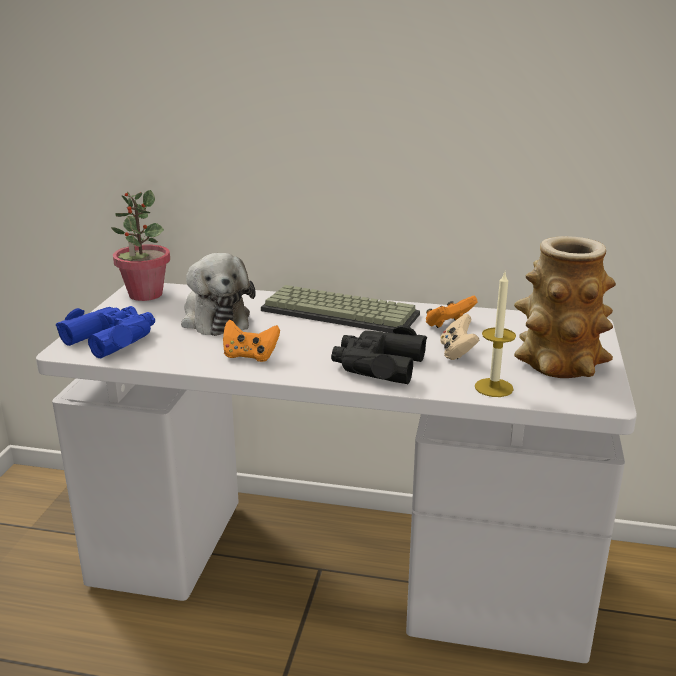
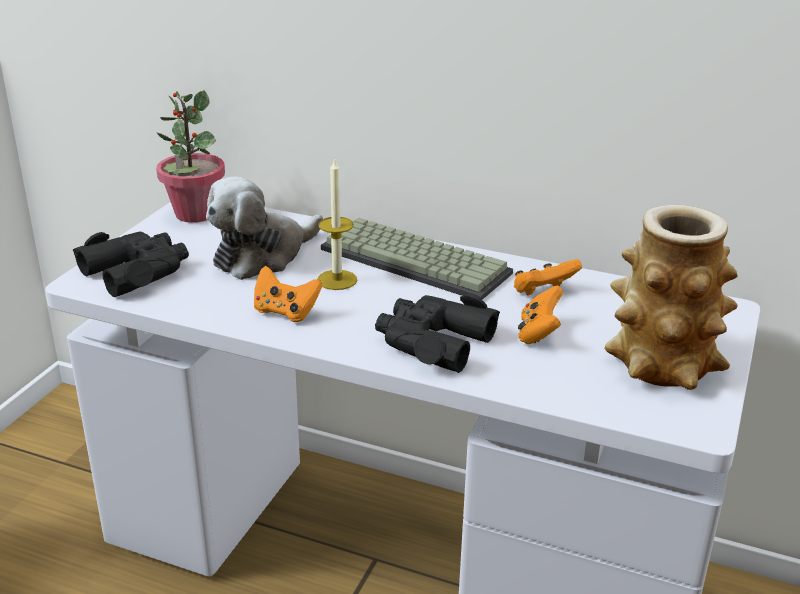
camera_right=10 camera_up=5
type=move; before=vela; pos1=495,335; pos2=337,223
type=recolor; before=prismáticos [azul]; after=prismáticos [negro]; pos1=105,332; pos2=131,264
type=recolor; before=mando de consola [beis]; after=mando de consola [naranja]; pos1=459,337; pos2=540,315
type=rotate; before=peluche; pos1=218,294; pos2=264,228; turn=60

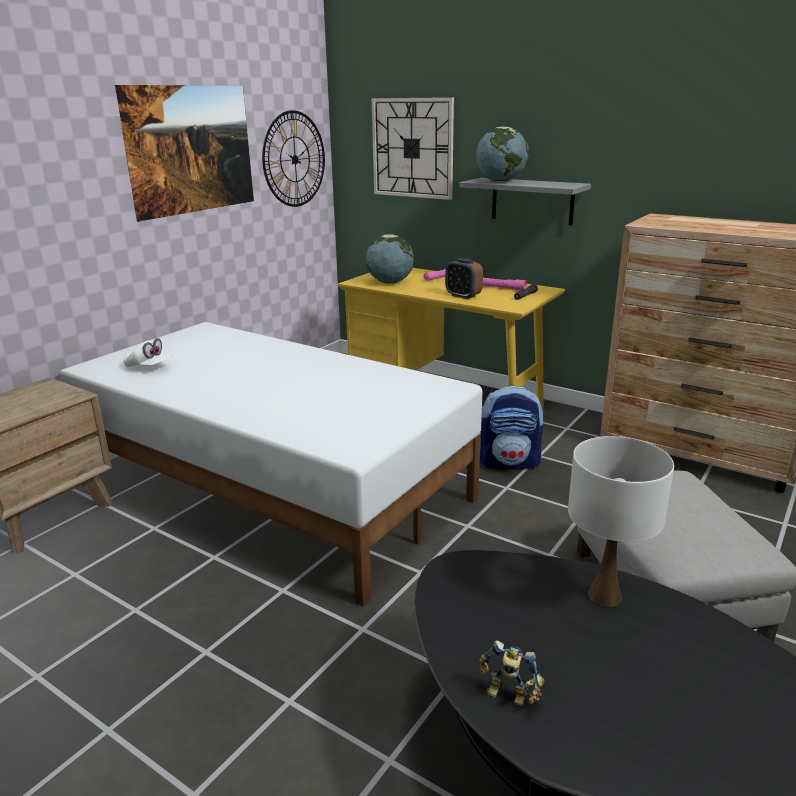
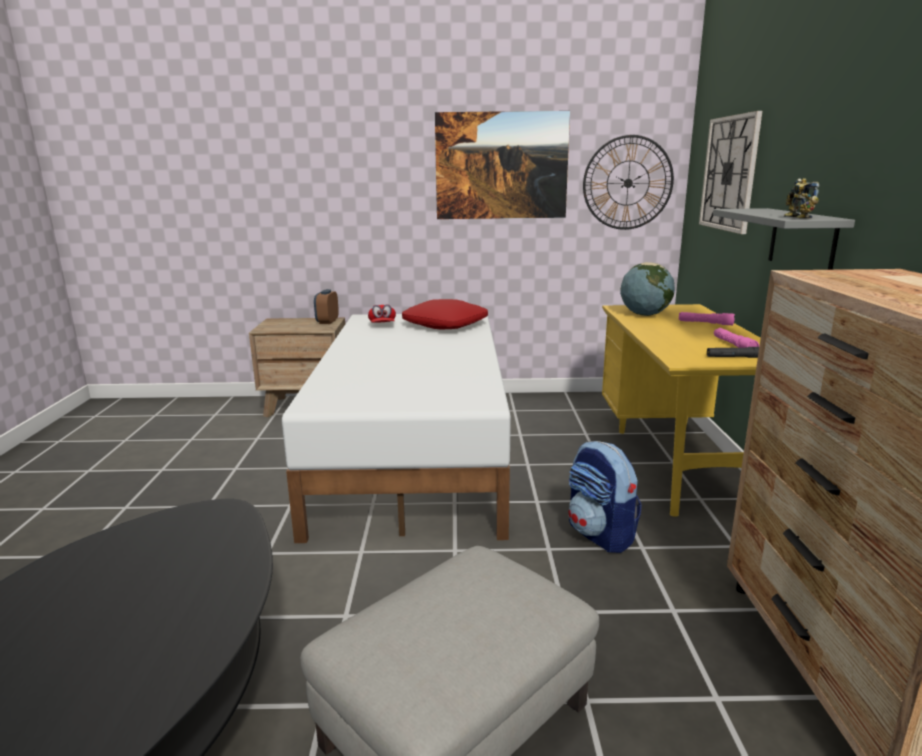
camera_right=55 camera_up=-5
type=delete; before=globo terráqueo; pos1=502,154
type=delete; before=lámpara de mesa [blanco]; pos1=621,521
type=insert; after=cojín [rojo]; pos2=445,314
type=move; before=despertador; pos1=464,278; pos2=326,306
type=move; before=robot de juguete; pos1=511,673; pos2=801,198
type=recolor; before=gorra [blanco]; after=gorra [rojo]; pos1=147,352; pos2=382,313

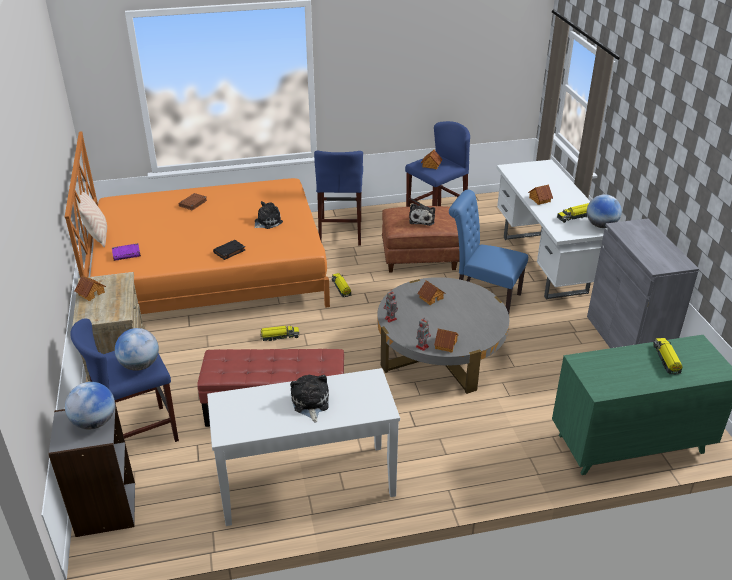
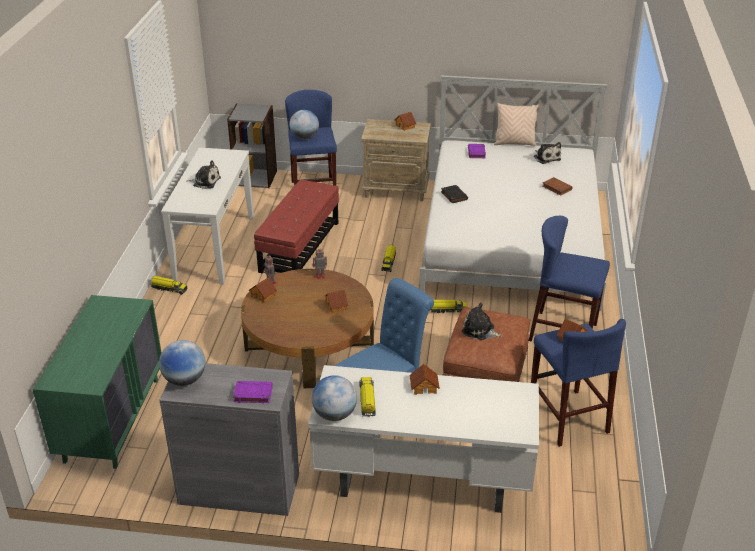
camera_right=110 camera_up=0
type=insert; after=libro [morado]; pos2=253,392
type=move; before=globo terráqueo; pos1=90,406; pos2=182,363
type=move; before=peluche; pos1=269,215; pos2=547,153
type=move; before=camión de juguete; pos1=668,356; pos2=169,285
type=recolor; before=cama [naranja]; after=cama [blanco]; pos1=197,222; pos2=513,193
type=recolor; before=mesa de centro [gris]; after=mesa de centro [marrón]; pos1=443,335; pos2=307,328

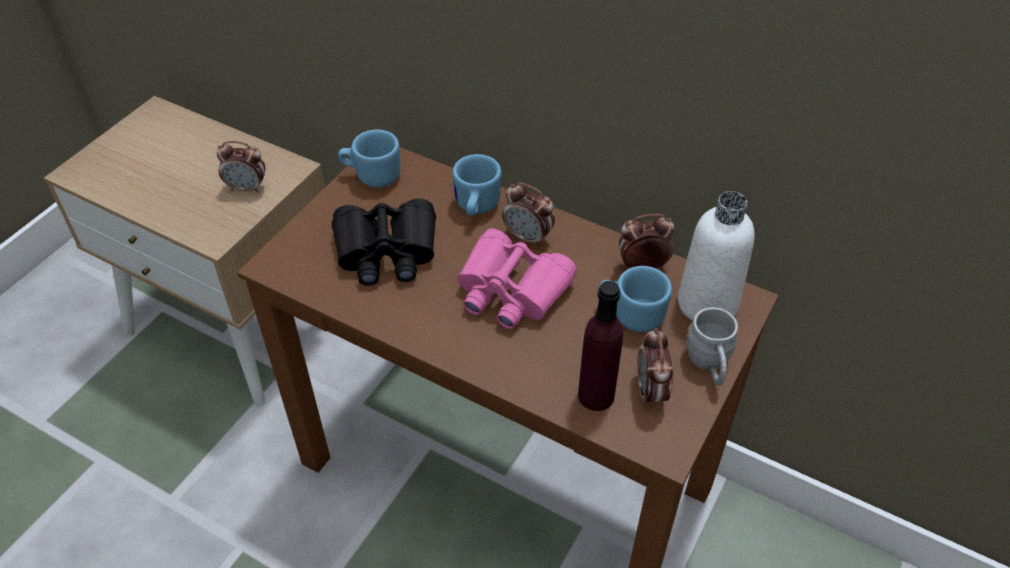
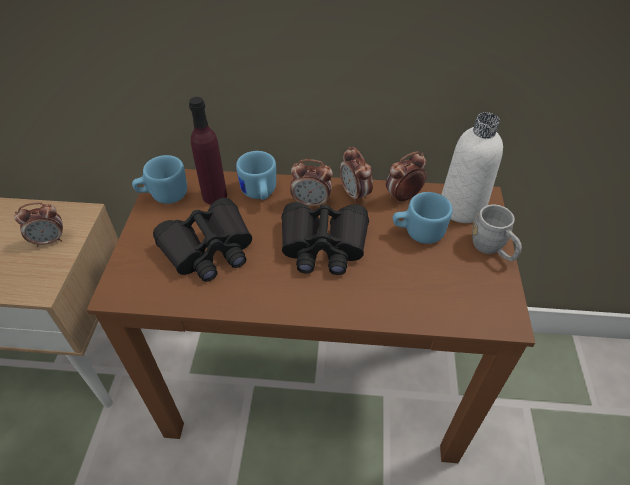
camera_right=-25 camera_up=0
type=move; before=botella [morado]; pos1=600,346; pos2=208,151
type=move; before=despertador; pos1=655,367; pos2=356,175
type=recolor; before=prismáticos [rosa]; after=prismáticos [negro]; pos1=517,279; pos2=325,238

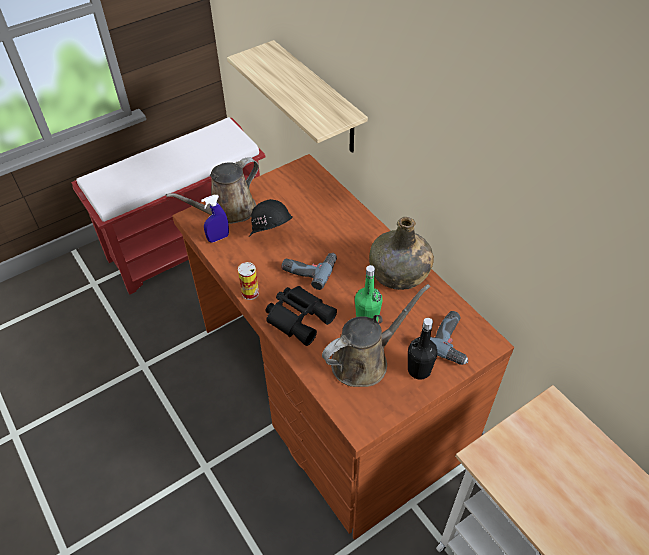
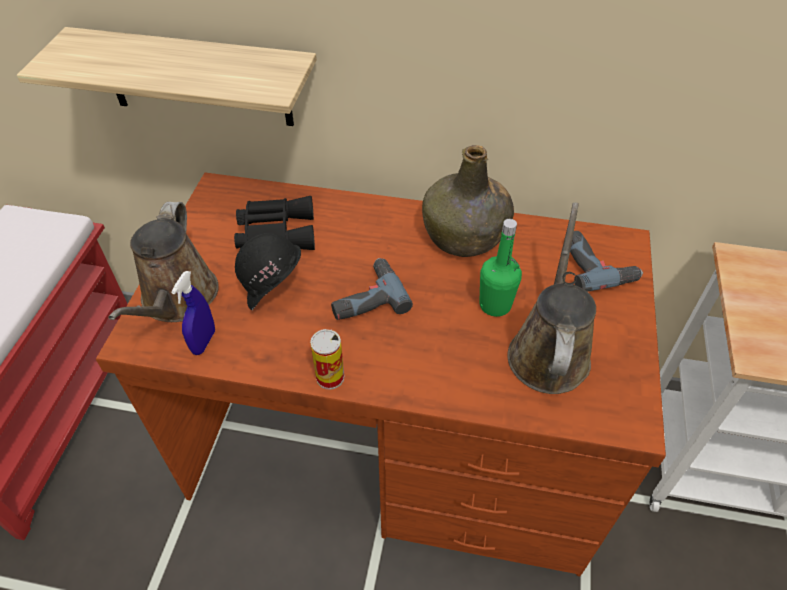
camera_right=-45 camera_up=0
type=delete; before=botella [negro]; pos1=423,349
type=move; before=prismáticos [negro]; pos1=301,316; pos2=274,223

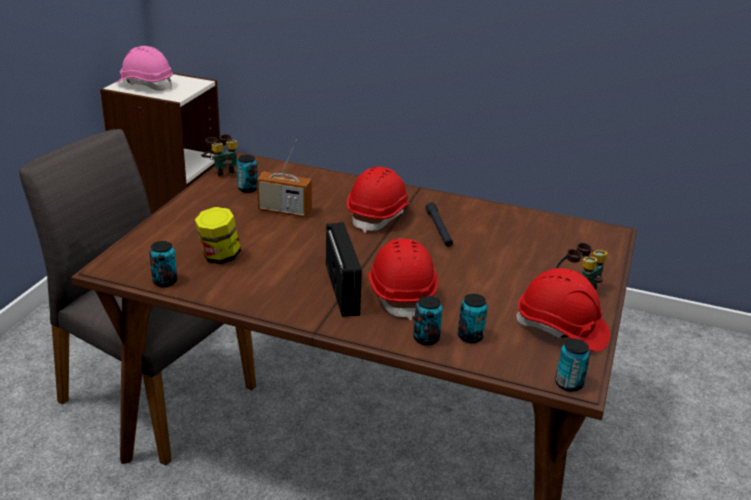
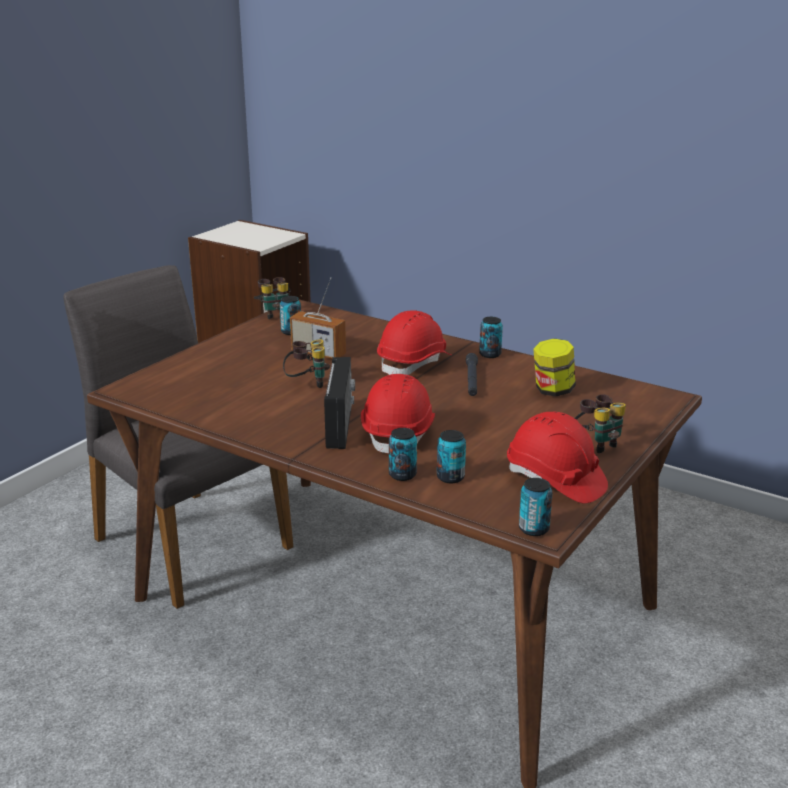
camera_right=15 camera_up=-5
type=delete; before=casco [rosa]; pos1=144,68
type=insert; after=prismáticos; pos2=306,363
type=move; before=lata; pos1=163,264; pos2=491,337
type=move; before=tarro; pos1=218,235; pos2=554,368

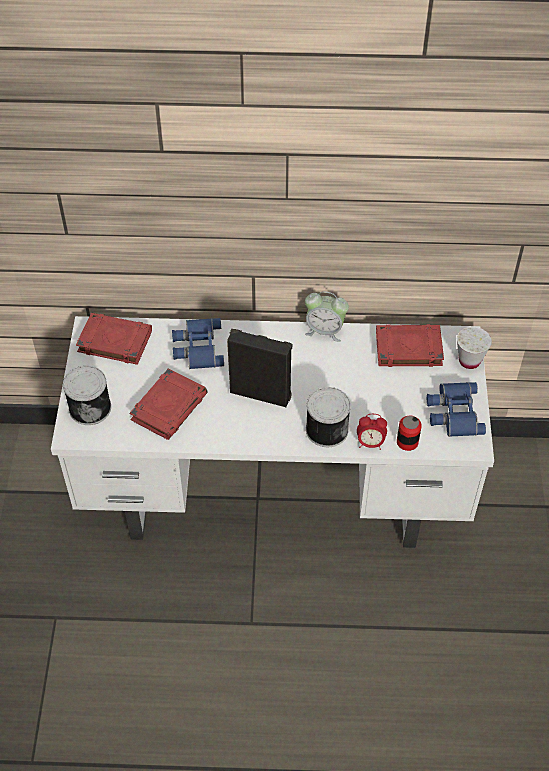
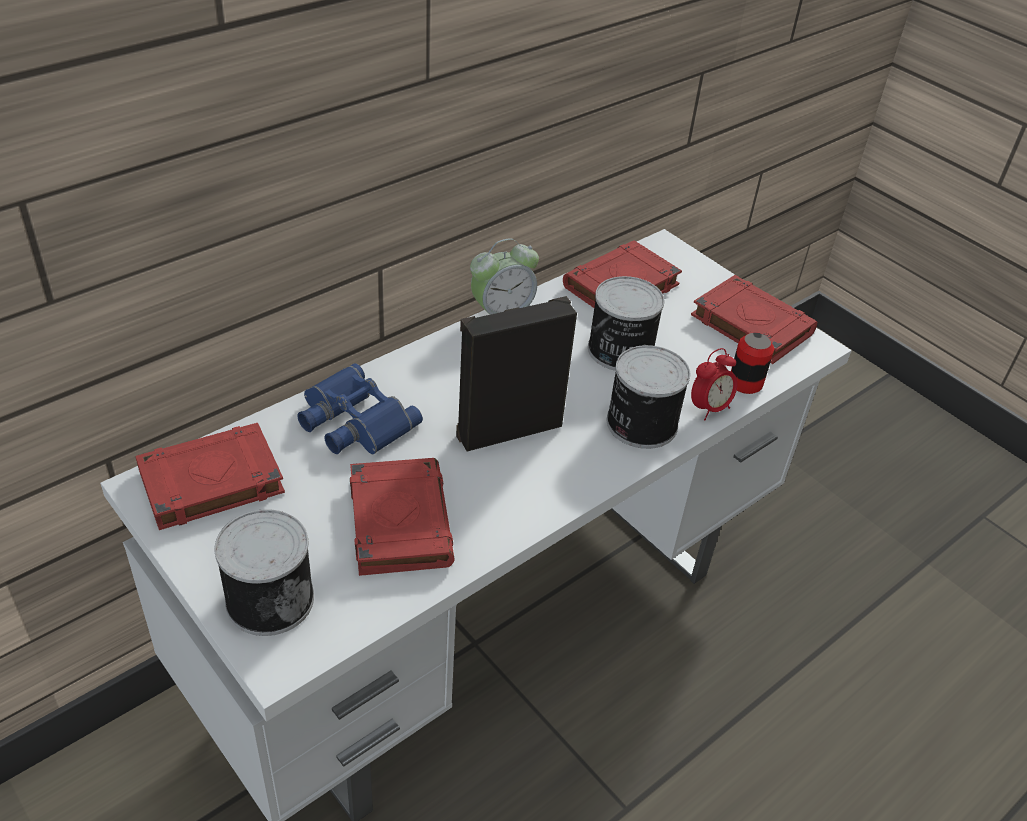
camera_right=-45 camera_up=-10
type=delete; before=taza [blanco]; pos1=474,348
type=insert; after=lata; pos2=626,323
type=replace; before=prismáticos [azul]; after=libro [rojo]; pos1=456,409; pos2=754,319

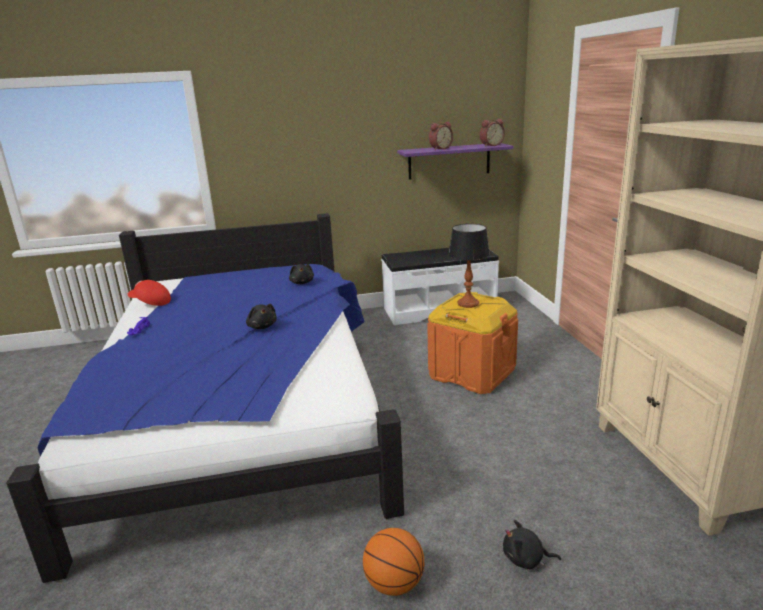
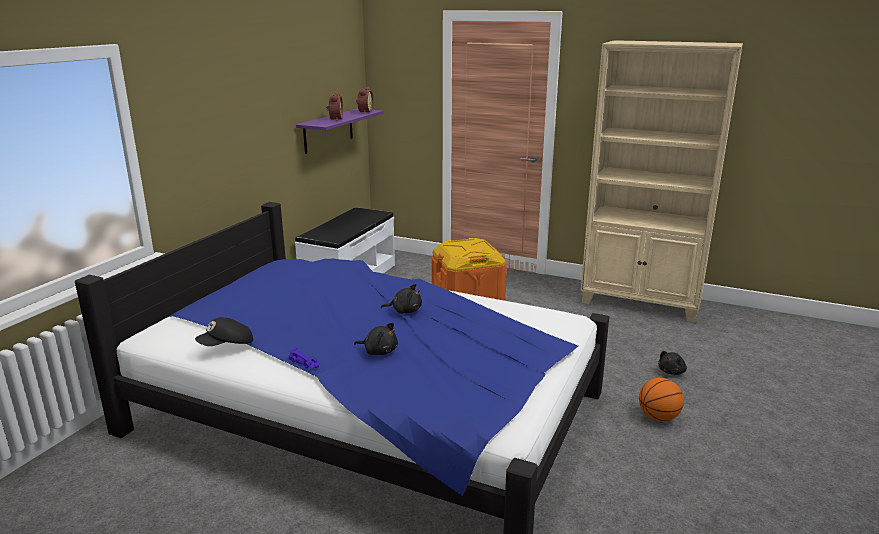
camera_right=-55 camera_up=0
type=delete; before=lámpara de mesa; pos1=469,266
type=move; before=peluche [negro]; pos1=301,274; pos2=376,339
type=recolor; before=gorra [rojo]; after=gorra [negro]; pos1=149,293; pos2=224,331

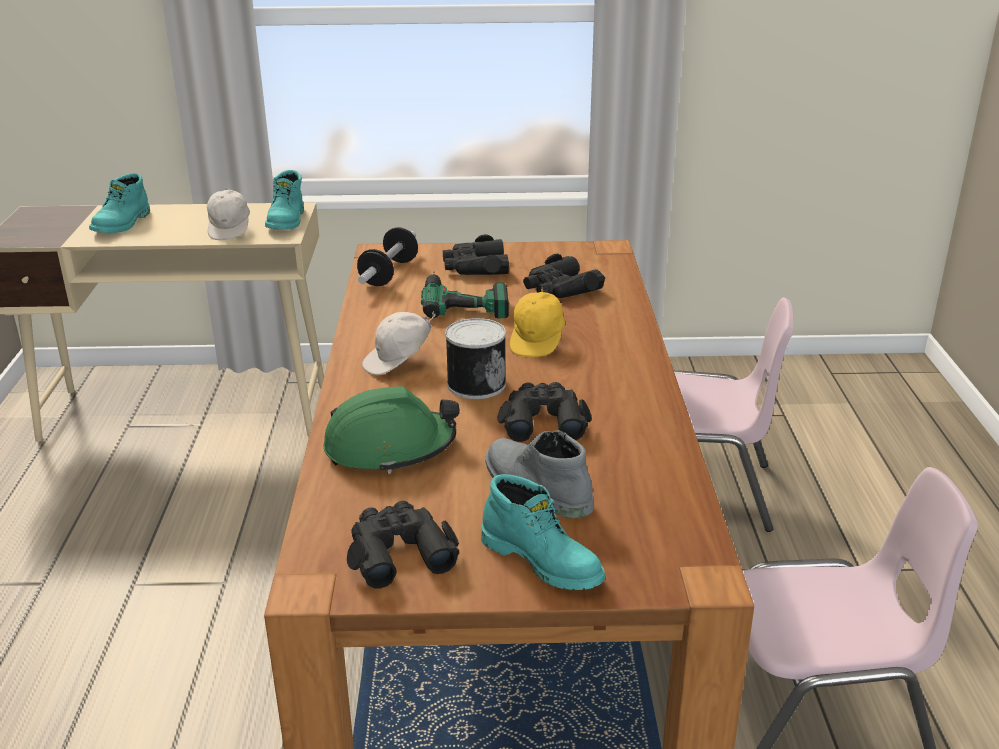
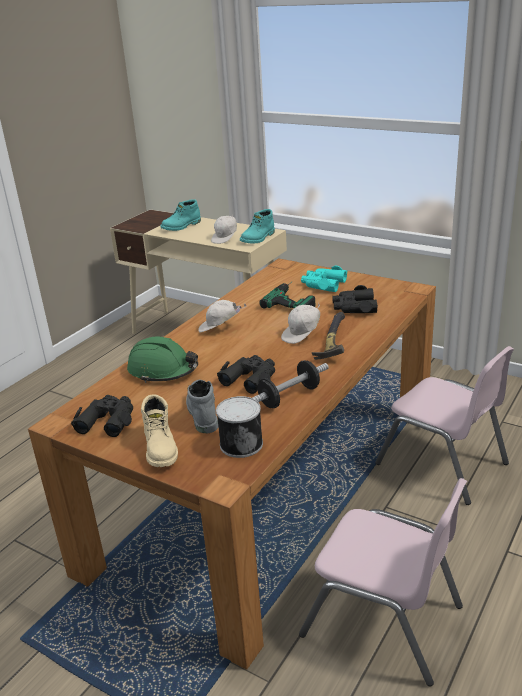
camera_right=35 camera_up=0
type=insert; after=martillo; pos2=328,336
type=move; before=mancuerna; pos1=387,256; pos2=290,384
type=move; before=lata; pos1=475,358; pos2=239,427
type=recolor; before=prismáticos [negro]; after=prismáticos [turquesa]; pos1=476,255; pos2=324,278
type=recolor; before=bota [turquesa]; after=bota [beis]; pos1=543,532; pos2=159,430
type=recolor; before=gorra [amarillo]; after=gorra [blanco]; pos1=537,322; pos2=300,323

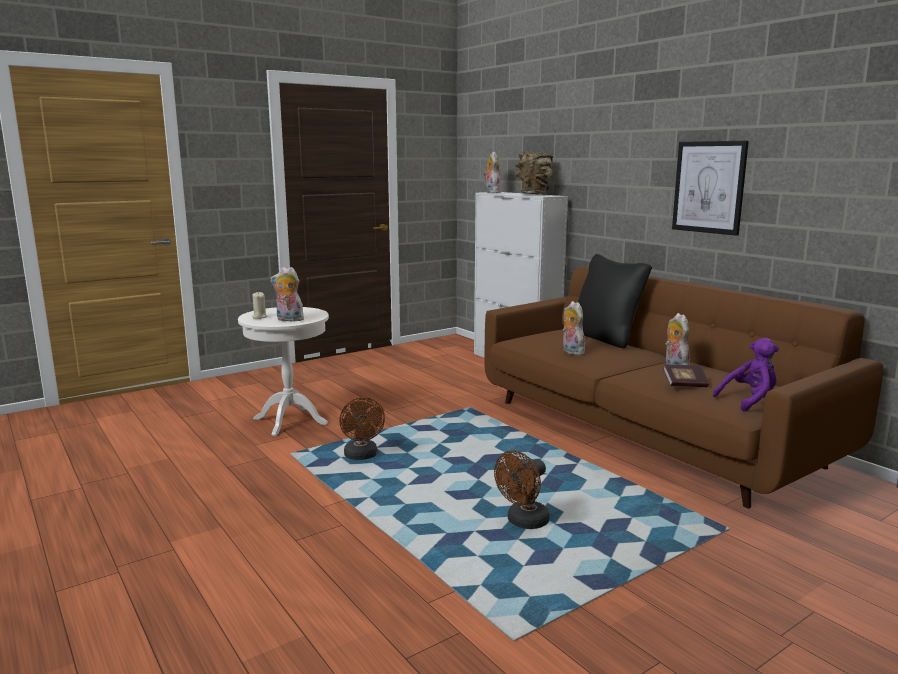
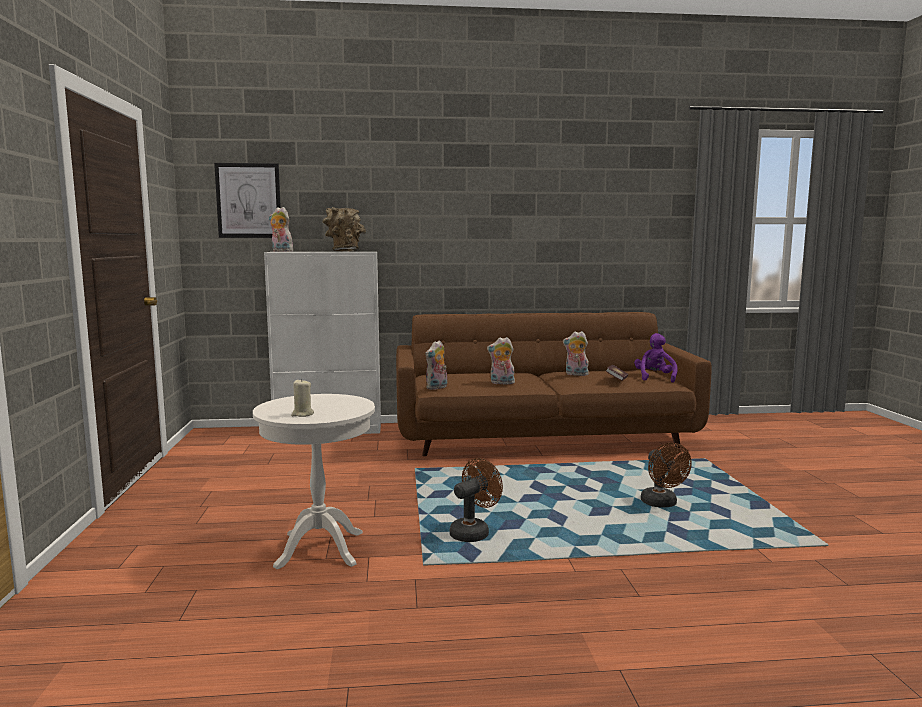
camera_right=-60 camera_up=-5
type=delete; before=cojín [negro]; pos1=615,301
type=move; before=peluche; pos1=287,294; pos2=436,365
type=move; before=cuadro; pos1=710,188; pos2=247,200
type=rotate; before=ventilador [marrón]; pos1=362,428; pos2=476,500; turn=-60

